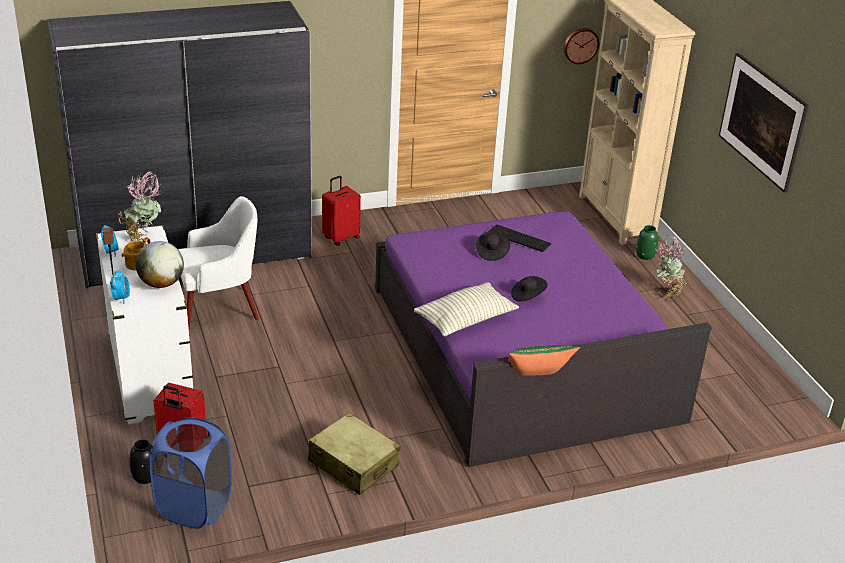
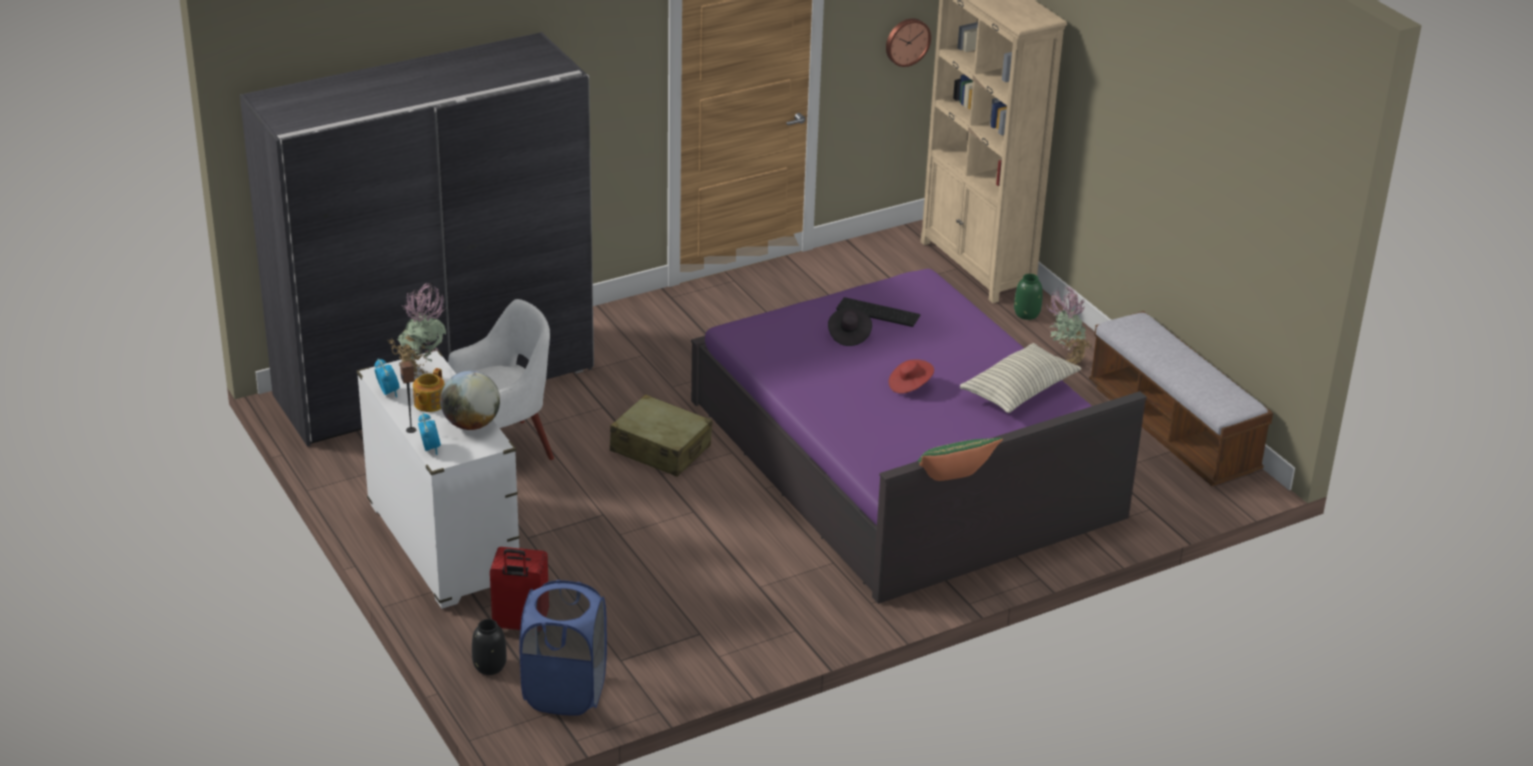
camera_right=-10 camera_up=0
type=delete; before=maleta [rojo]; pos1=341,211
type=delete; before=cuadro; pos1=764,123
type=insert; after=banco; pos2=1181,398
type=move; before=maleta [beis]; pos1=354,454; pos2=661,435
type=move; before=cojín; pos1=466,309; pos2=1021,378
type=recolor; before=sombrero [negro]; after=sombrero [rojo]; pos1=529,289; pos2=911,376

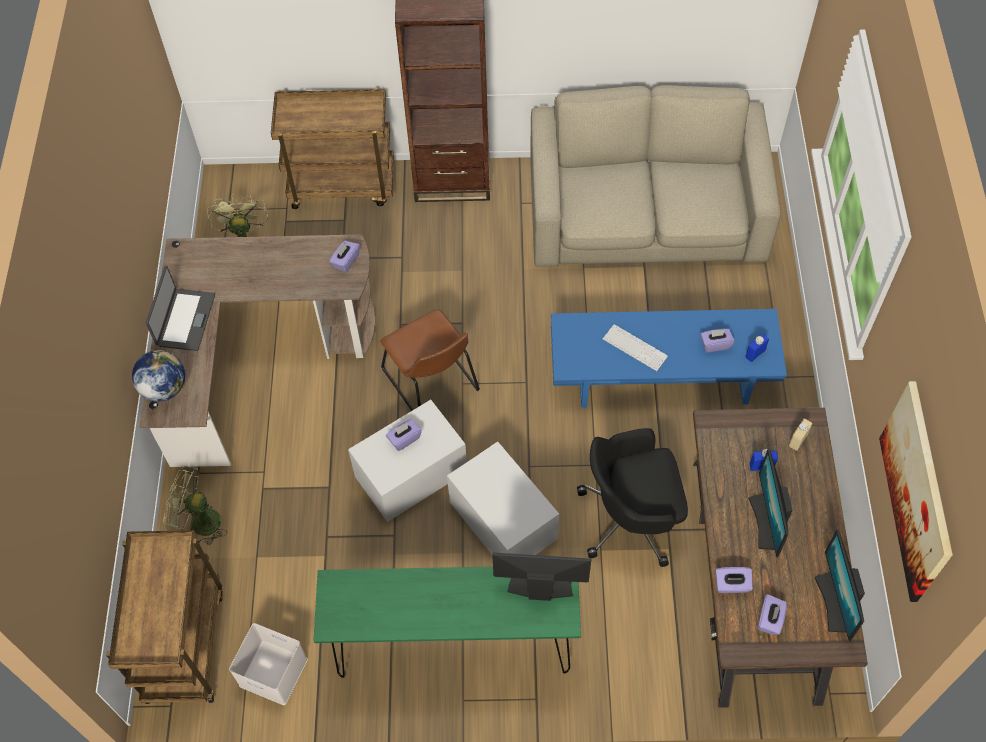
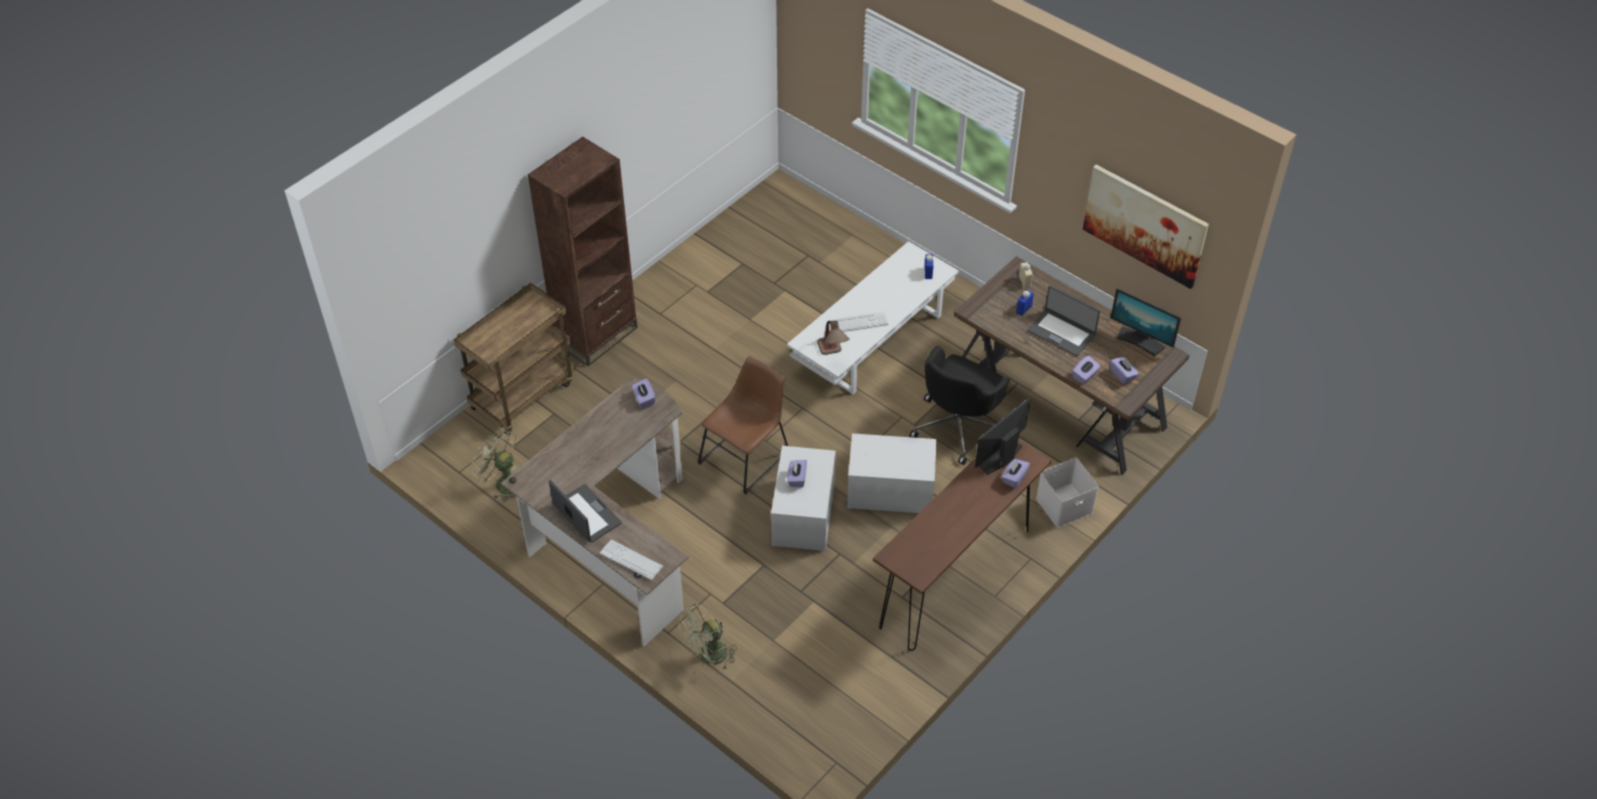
camera_right=-50 camera_up=-10
type=delete; before=carrito [marrón]; pos1=164,617
type=delete; before=sofá [beis]; pos1=655,176
type=insert; after=lámpara de mesa; pos2=833,338
type=move; before=caja de almacenaje [blanco]; pos1=268,664; pos2=1067,492
type=move; before=caja de pañuelos [morado]; pos1=717,341; pos2=1015,473
type=replace; before=globo terráqueo; after=teclado; pos1=158,376; pos2=631,560
type=replace; before=monitor; after=portátil; pos1=770,503; pos2=1063,320
type=recolor; before=mesa consola [verde]; after=mesa consola [marrón]; pos1=447,622; pos2=962,545
type=recolor; before=mesa de centro [azul]; after=mesa de centro [blanco]; pos1=669,358; pos2=873,317
type=rotate; before=silla [marrón]; pos1=430,360; pos2=743,425; turn=-60

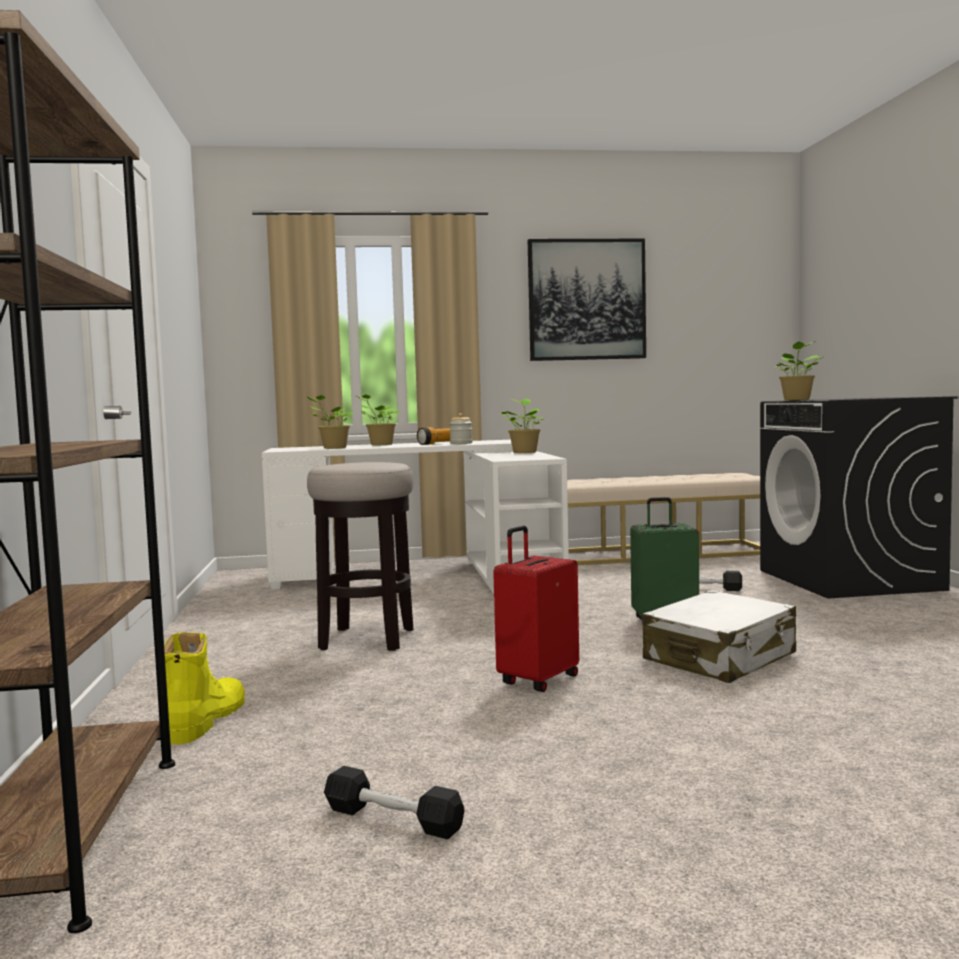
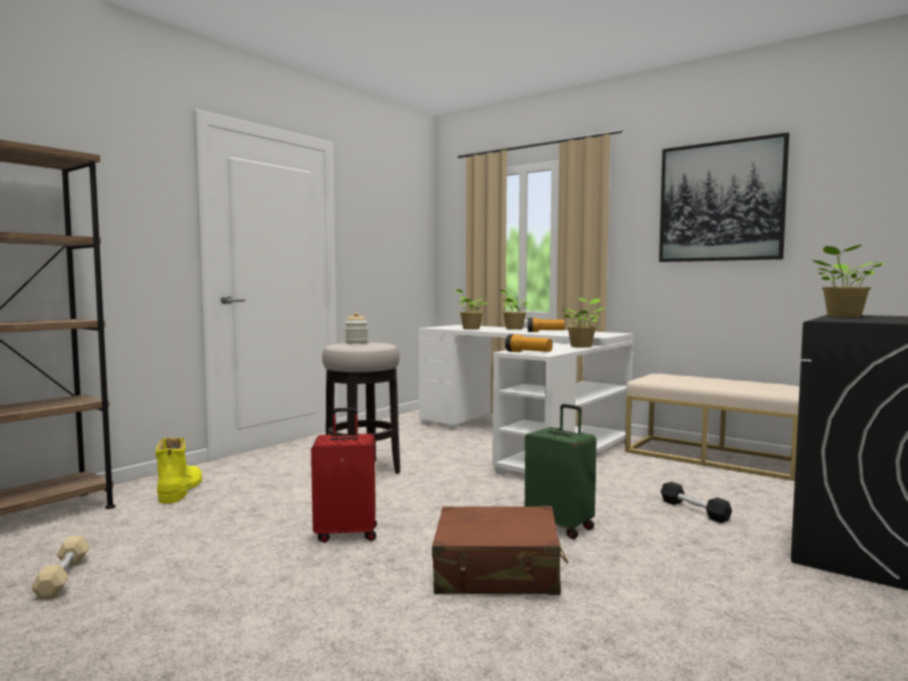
camera_right=45 camera_up=0
type=insert; after=linterna; pos2=528,343
type=move; before=tarro; pos1=461,428; pos2=356,328
type=recolor; before=mancuerna [negro]; after=mancuerna [beis]; pos1=394,802; pos2=60,567
type=recolor; before=maleta [blanco]; after=maleta [marrón]; pos1=719,636; pos2=500,550
type=rotate; before=bota [amarillo]; pos1=204,688; pos2=178,470; turn=-60

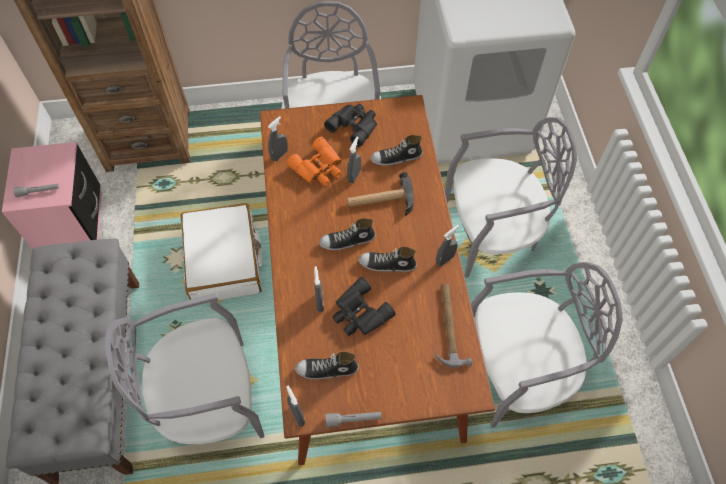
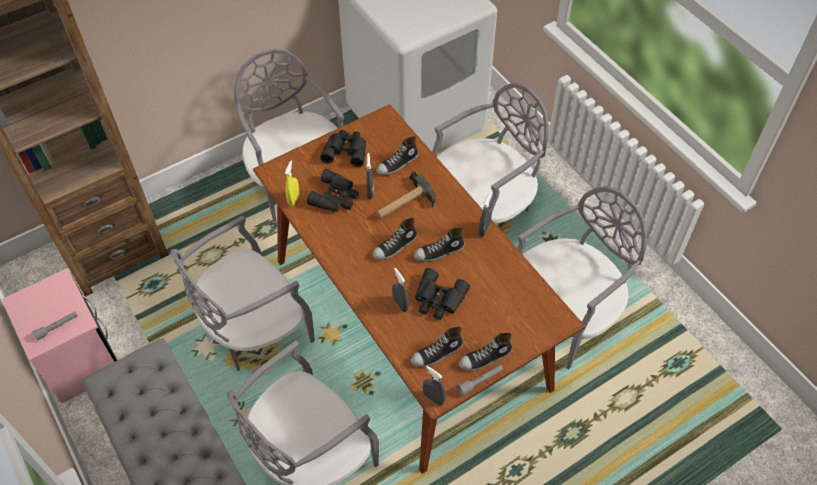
camera_right=-25 camera_up=-5
type=delete; before=martillo; pos1=453,326
type=insert; after=zapato; pos2=485,352
type=replace; before=maleta [blanco]; after=silla [gris]; pos1=221,251; pos2=242,293
type=recolor; before=pulverizador [gris]; after=pulverizador [amarillo]; pos1=278,138; pos2=292,183
type=recolor; before=prismáticos [naranja]; after=prismáticos [negro]; pos1=314,161; pos2=333,190

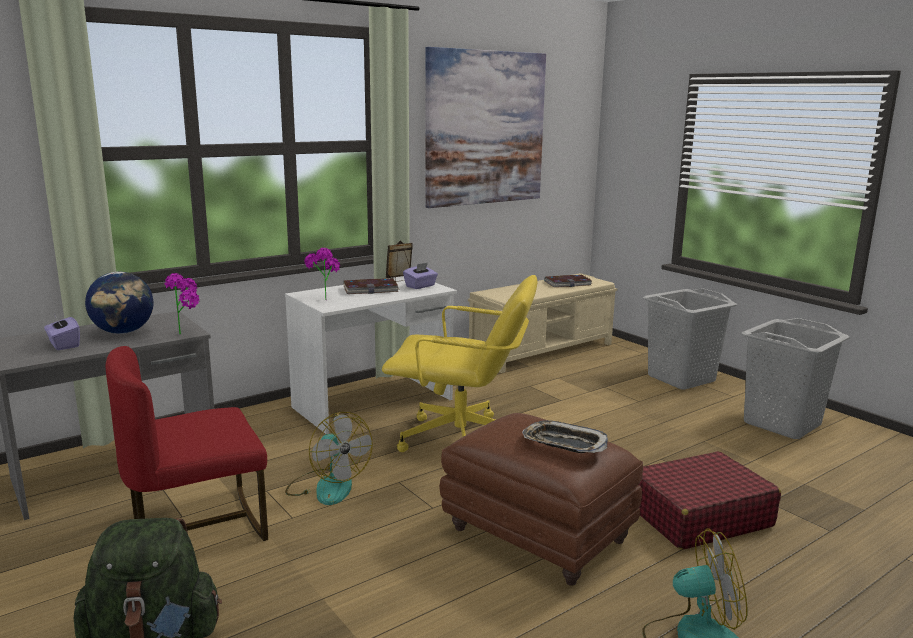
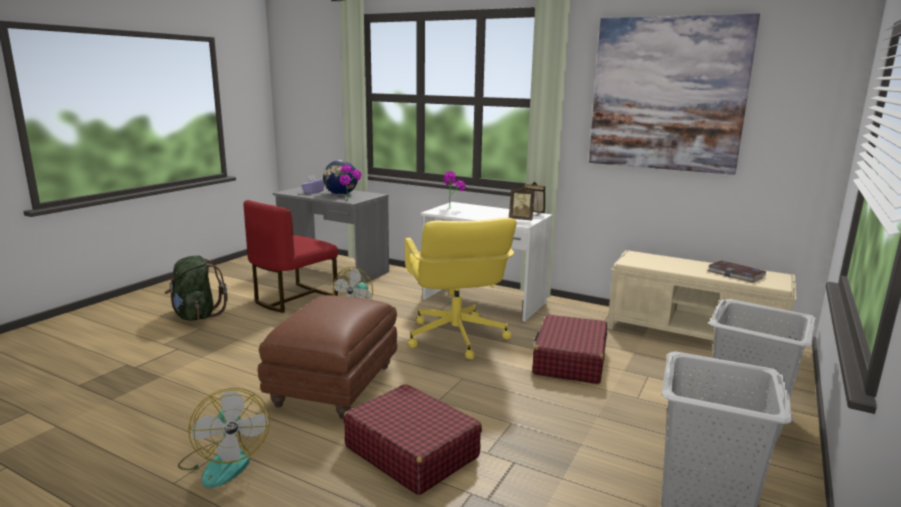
camera_right=65 camera_up=0
type=delete; before=libro; pos1=371,286
type=delete; before=bandeja; pos1=565,437
type=insert; after=maleta [rojo]; pos2=570,349
type=replace; before=caja de pañuelos [morado]; after=portarretratos; pos1=420,276; pos2=522,204
type=rotate; before=silla [rojo]; pos1=187,443; pos2=291,256; turn=-90

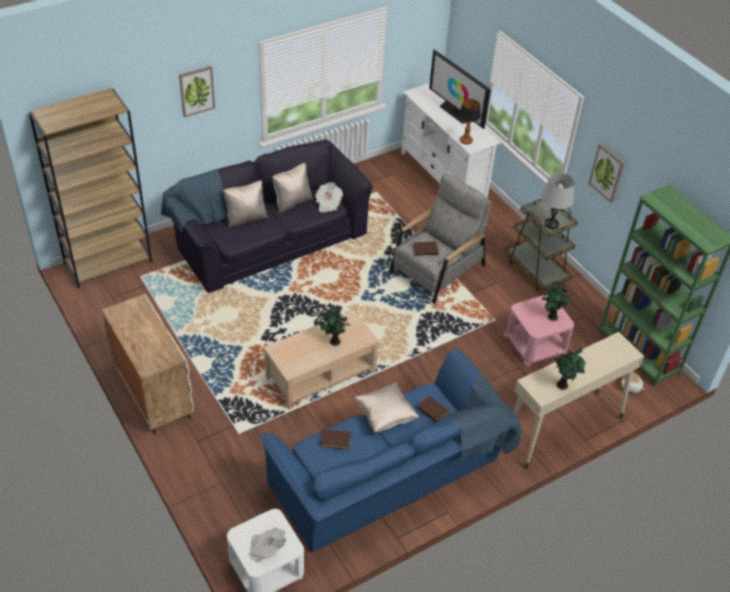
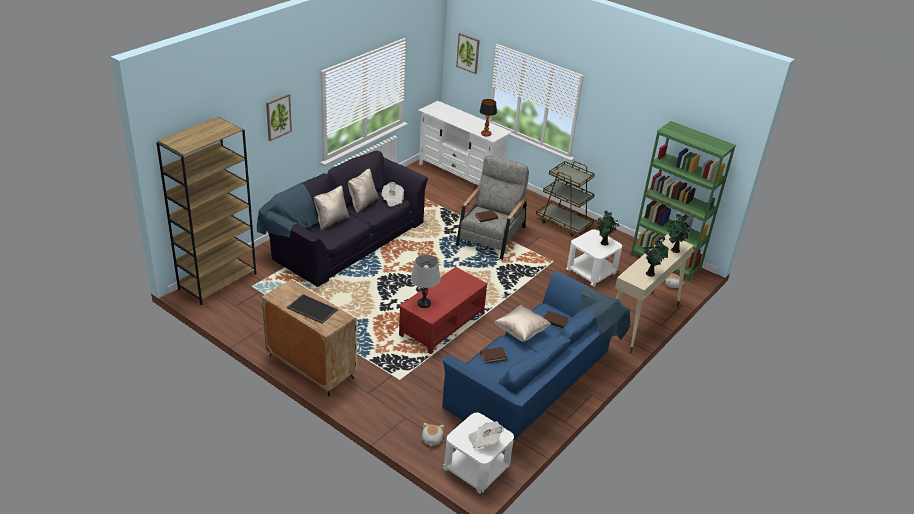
camera_right=-20 camera_up=-10
type=delete; before=televisor; pos1=460,89
type=insert; after=bandeja; pos2=312,309
type=insert; after=peluche; pos2=433,435
type=move; before=planta en maceta; pos1=334,324; pos2=680,233
type=move; before=lámpara de mesa [gris]; pos1=558,201; pos2=426,281
type=move; before=cuadro; pos1=606,173; pos2=468,53
type=recolor; before=mesa de centro [beis]; after=mesa de centro [rojo]; pos1=321,360; pos2=443,310
type=recolor; before=mesa auxiliar [rosa]; after=mesa auxiliar [blanco]; pos1=539,331; pos2=594,258

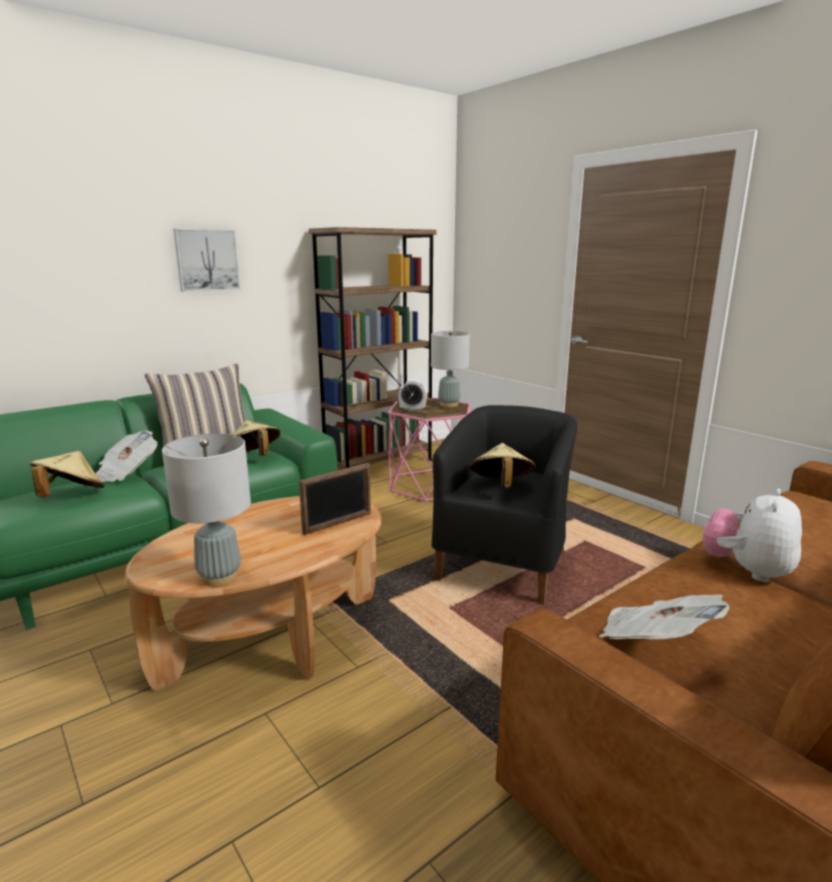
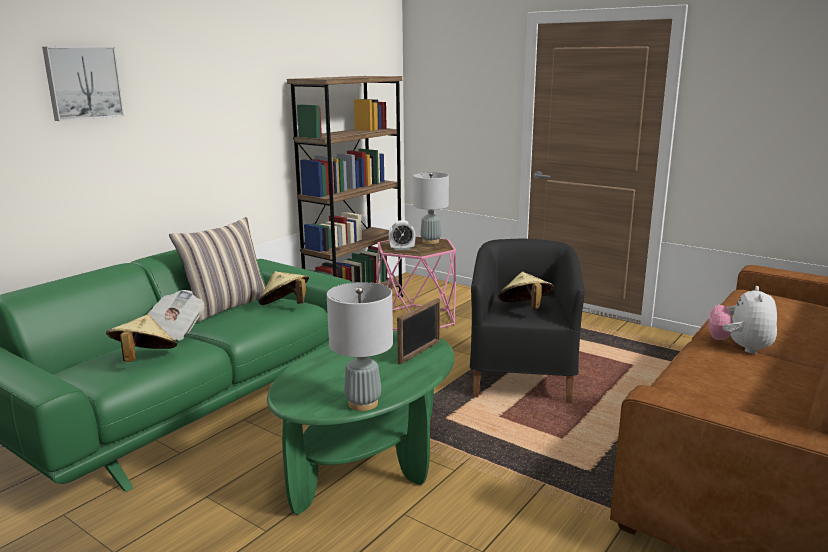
camera_right=-15 camera_up=0
type=delete; before=periódico; pos1=664,617
type=move; before=cuadro; pos1=206,260; pos2=83,84
type=recolor; before=mesa de centro [marrón]; after=mesa de centro [verde]; pos1=253,593; pos2=361,423

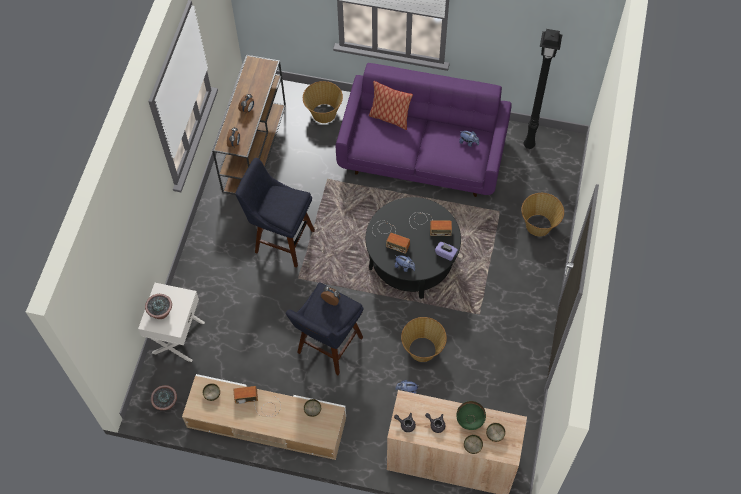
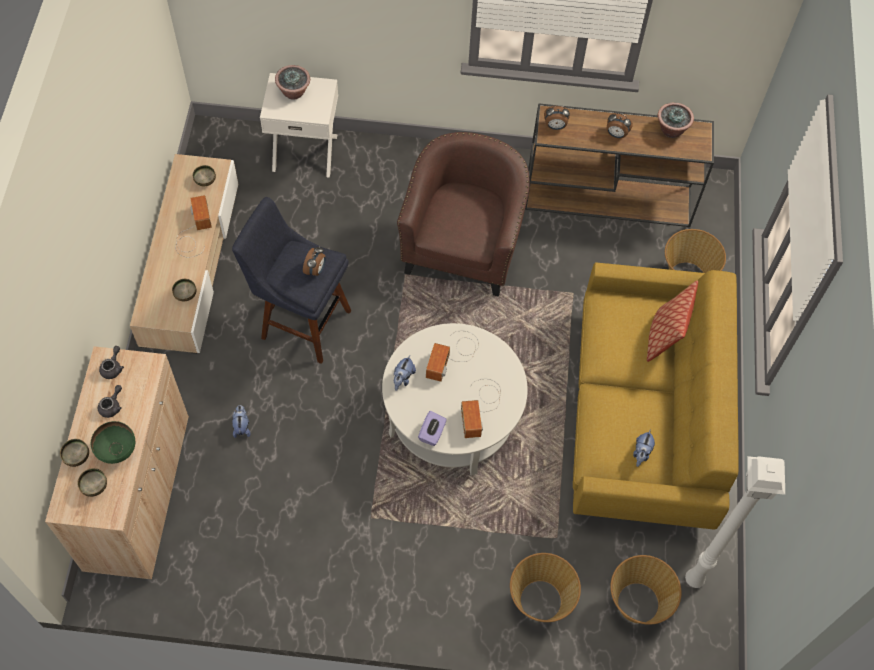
camera_right=80 camera_up=0
type=move; before=planta en maceta; pos1=164,397; pos2=676,120
type=move; before=cesta; pos1=424,339; pos2=645,590
type=replace; before=taburete [azul]; after=sillón [marrón]; pos1=275,213; pos2=463,214
type=recolor; before=sofá [morado]; after=sofá [amarillo]; pos1=424,130; pos2=656,395
type=recolor; before=mesa de centro [negro]; after=mesa de centro [blanco]; pos1=413,248; pos2=455,399
type=recolor; before=lámpara de pie [negro]; after=lámpara de pie [blanco]; pos1=543,89; pos2=735,522

